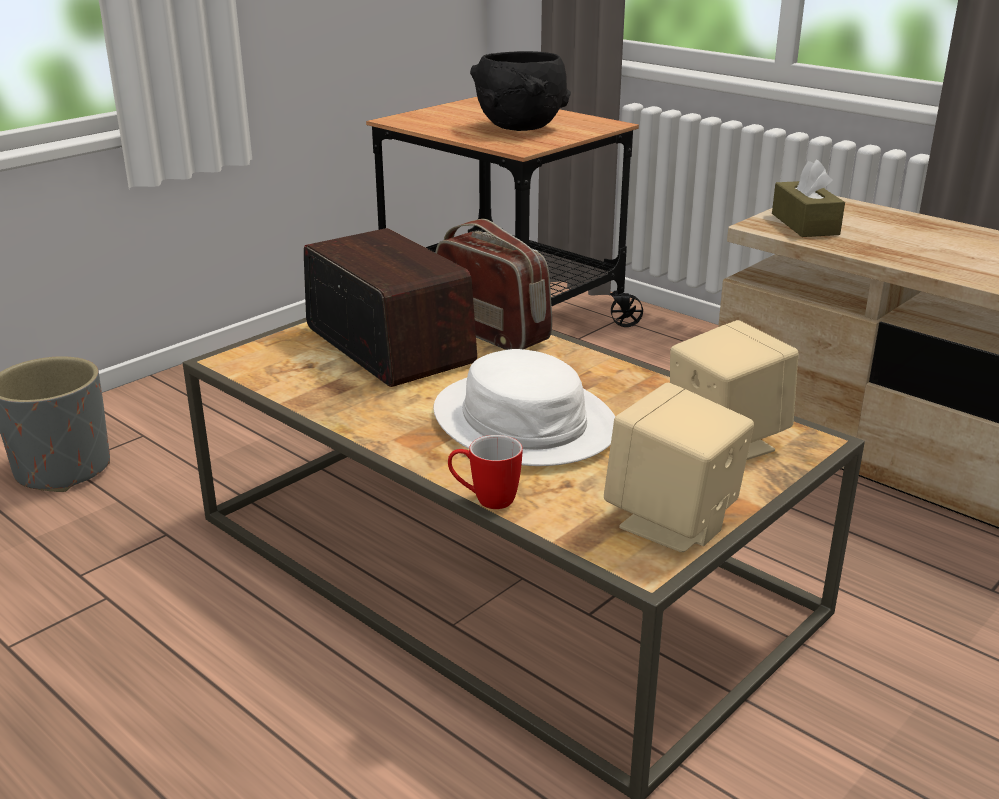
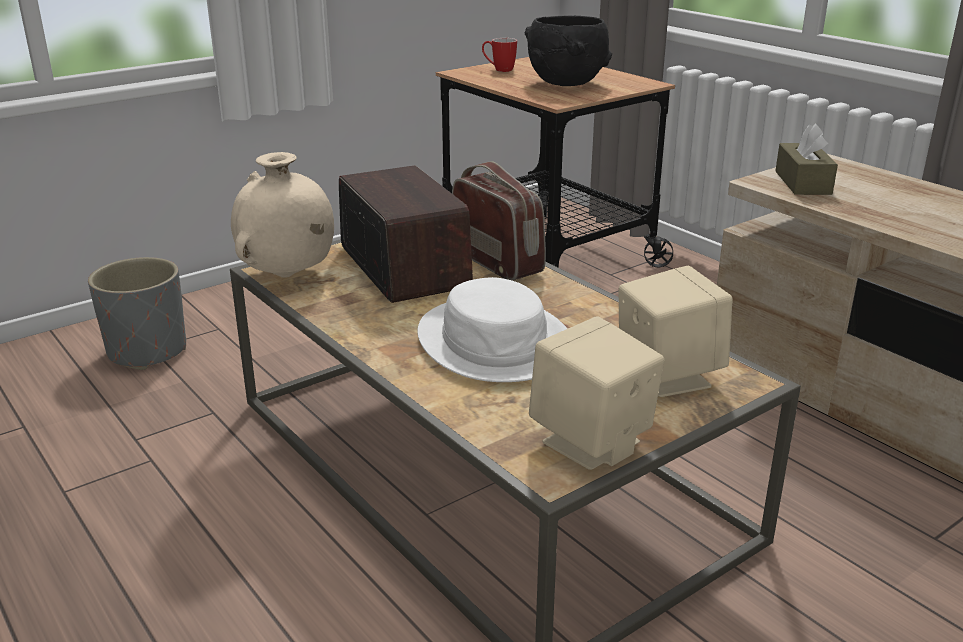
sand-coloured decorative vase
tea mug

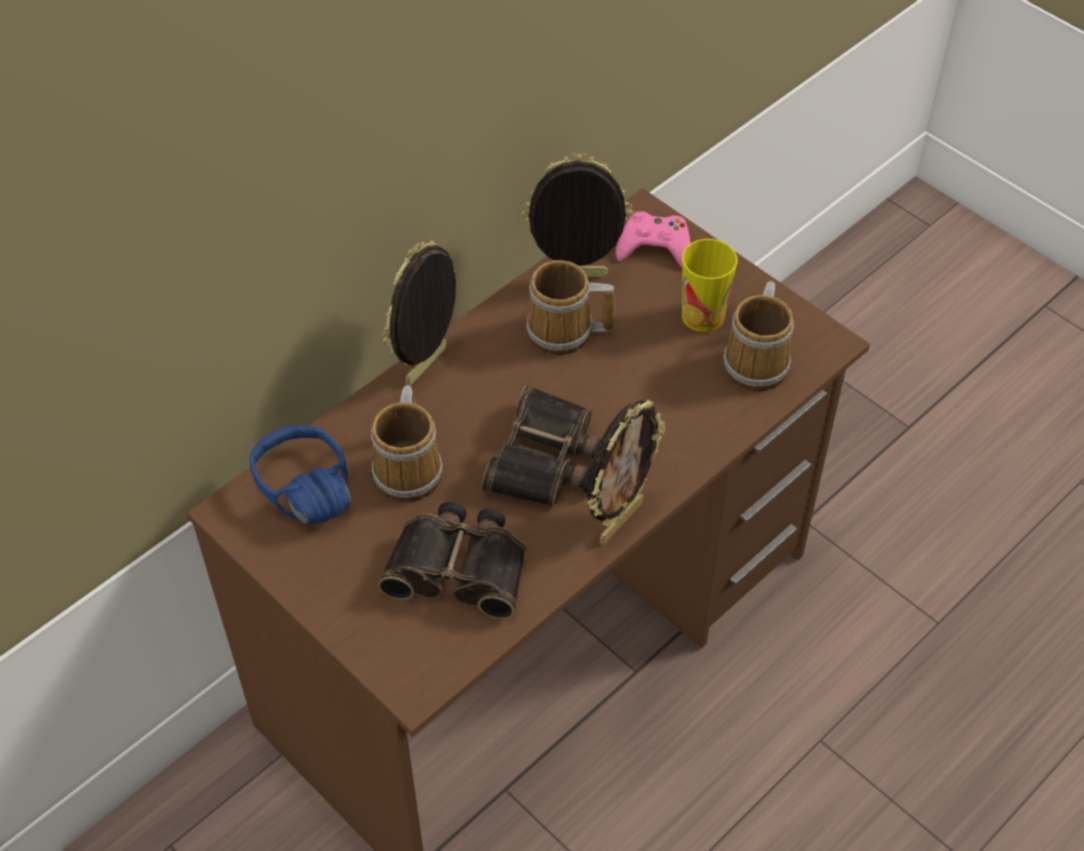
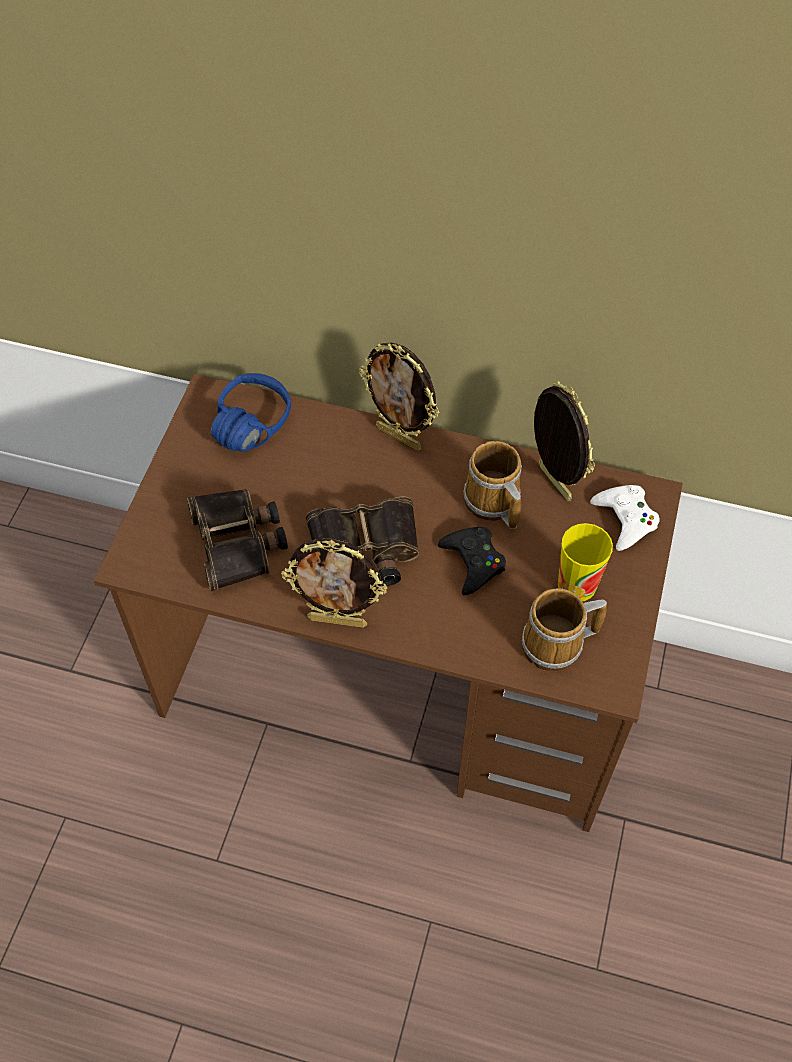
standing frame (2nd from left)
blackish joypad
whitish joypad
tea mug (1st from left in the first image)

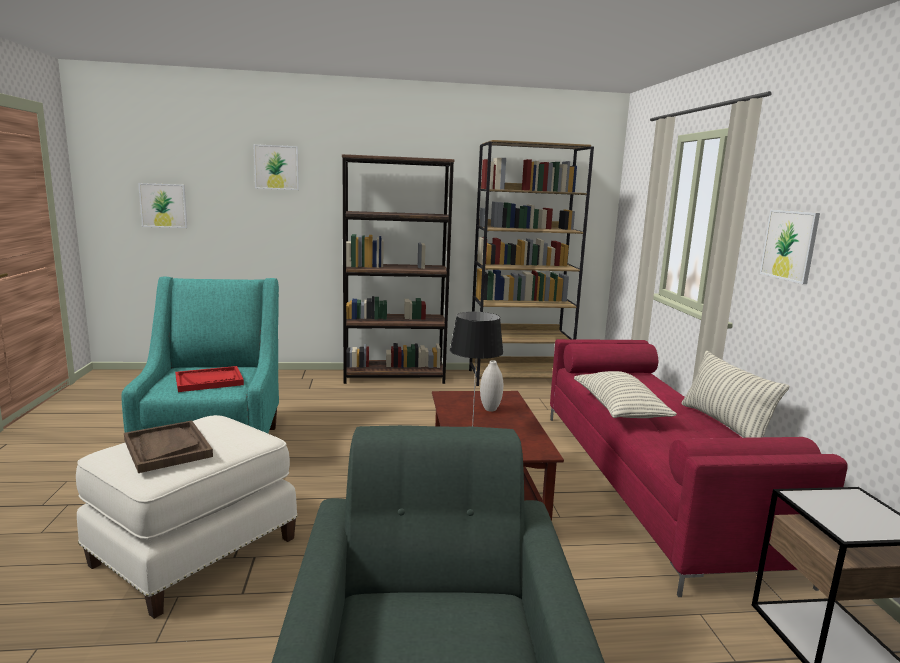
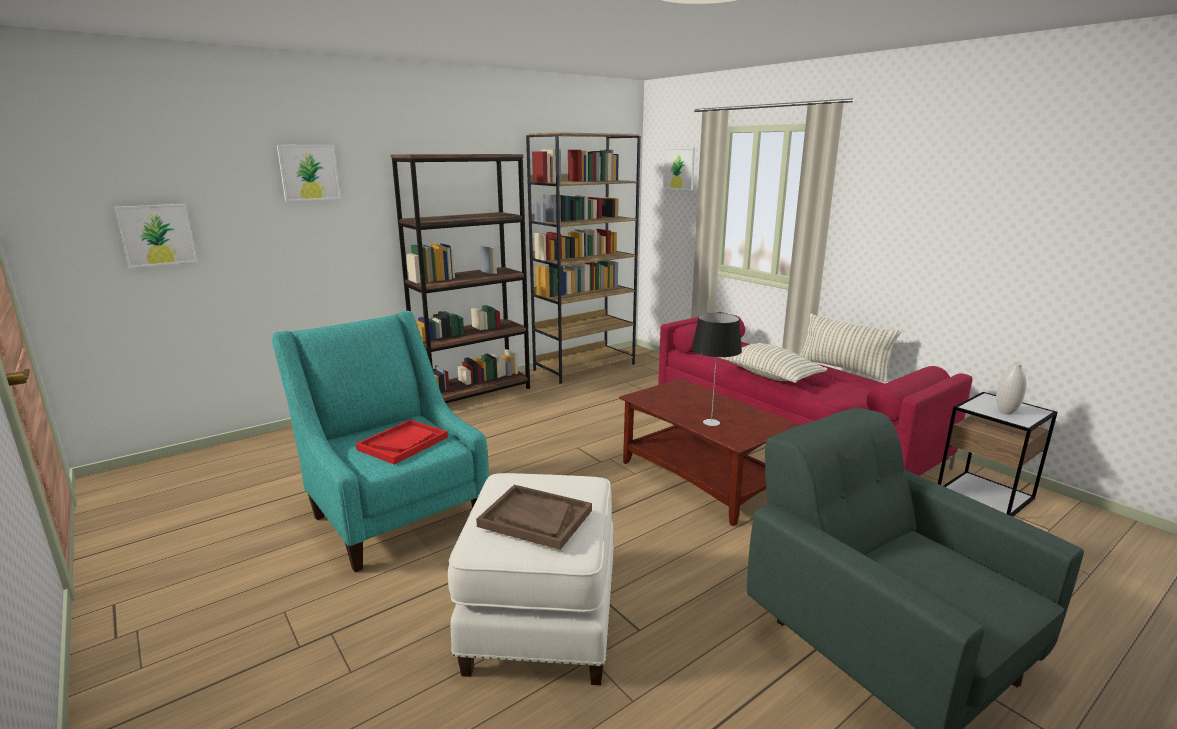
wall picture (3rd from left)
whitish decorative vase

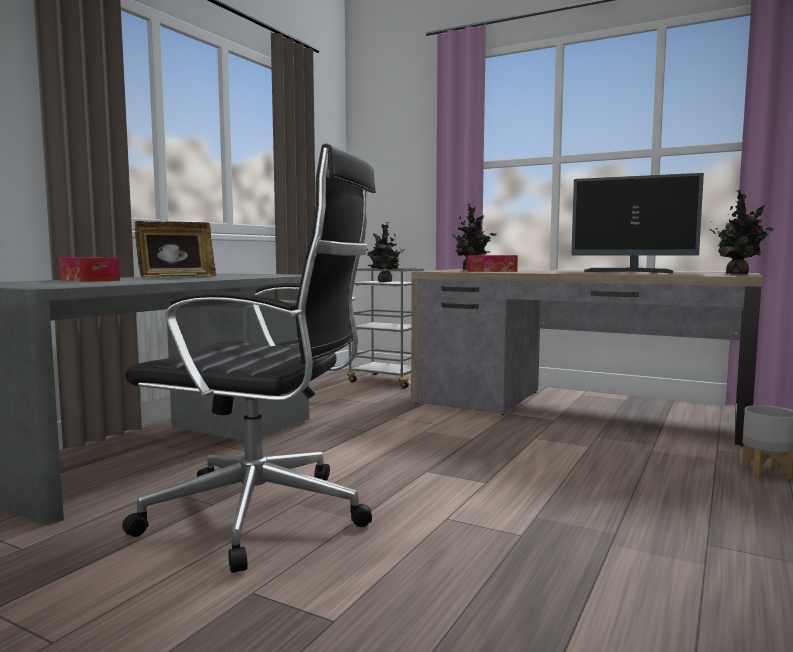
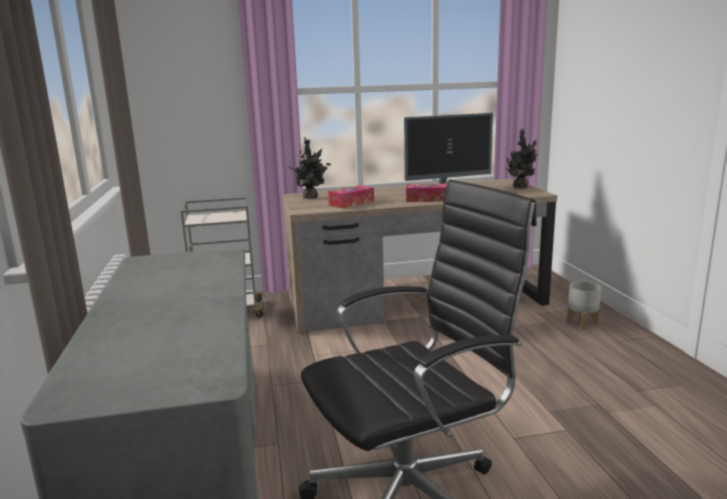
tissue holder (2nd from left)
standing frame
houseplant (1st from left in the first image)

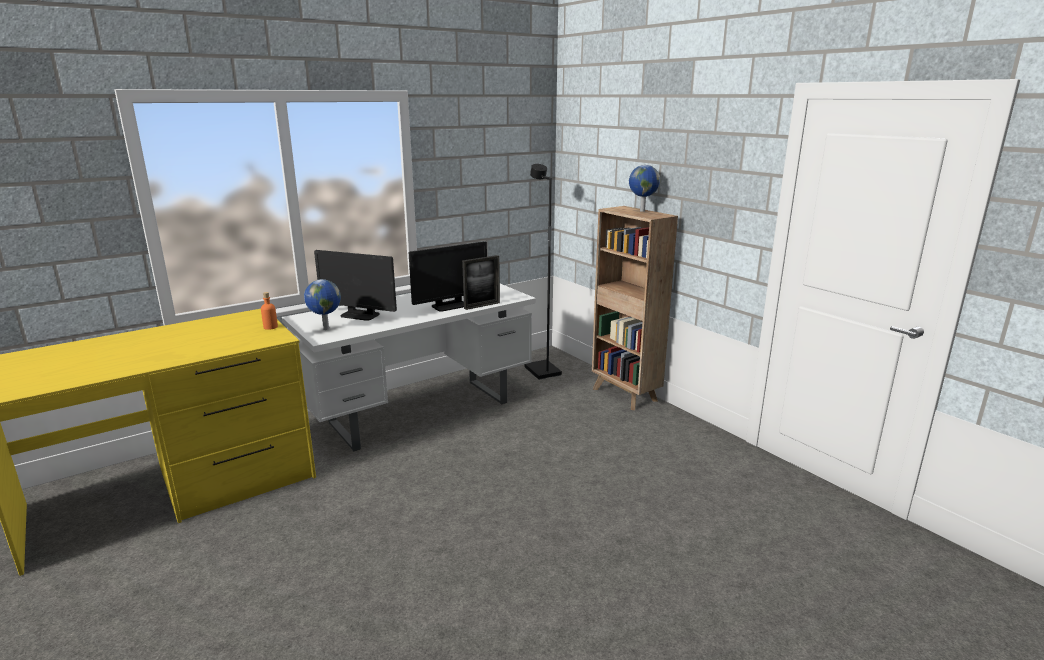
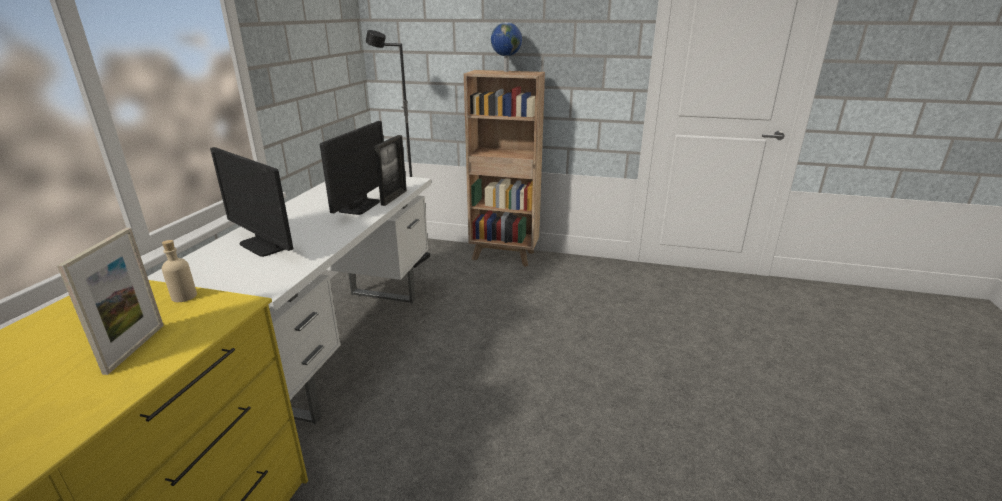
standing frame (1st from left)
sand-coloured bottle
computer screen (1st from left)
desk globe (1st from left in the first image)

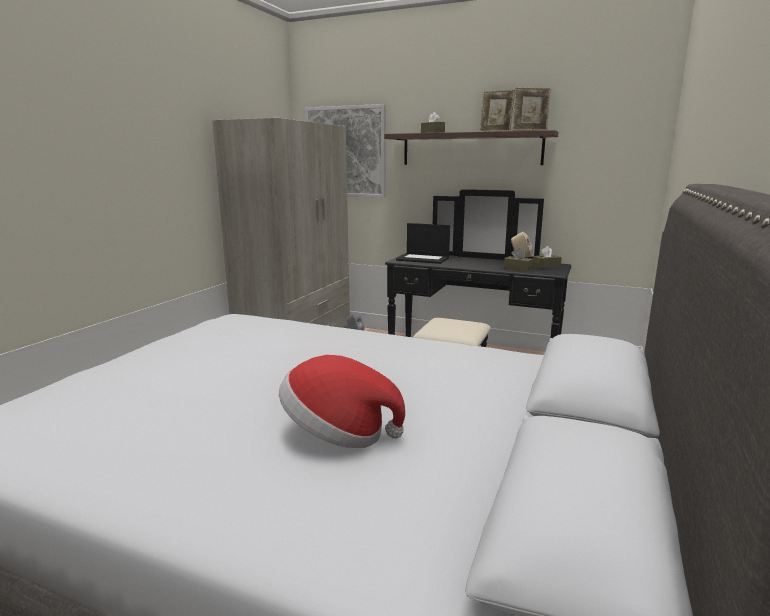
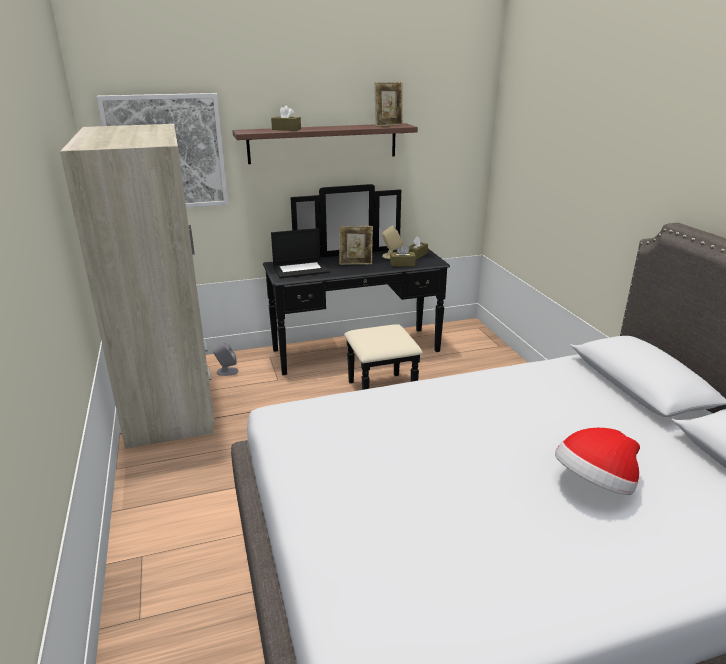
standing frame (1st from left)

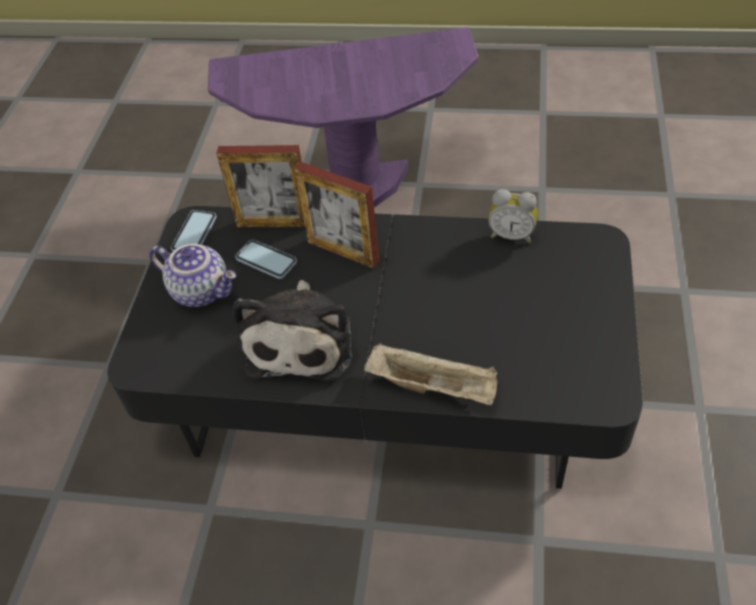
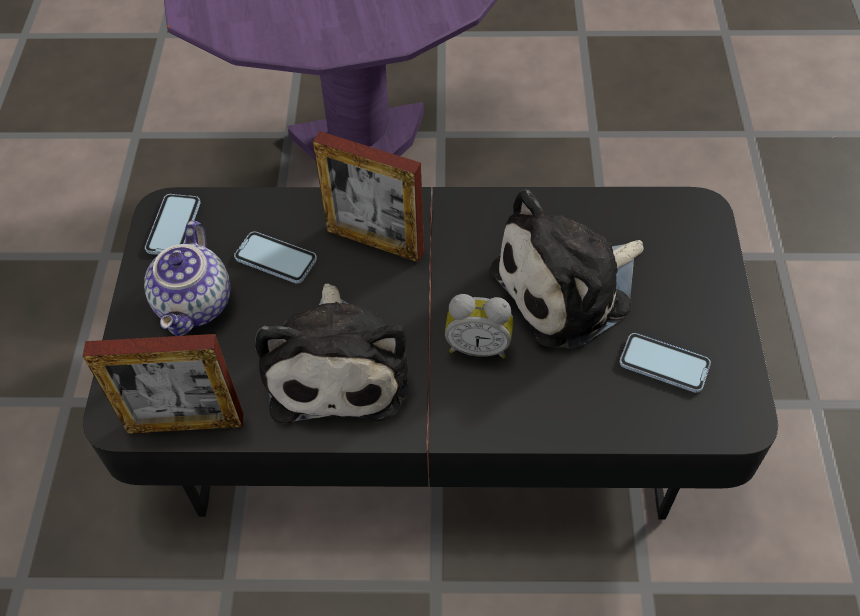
standing frame (1st from left)
tea pot
table clock
plush toy (2nd from left)
telephone (3rd from left)
sand-coloured carrying tray

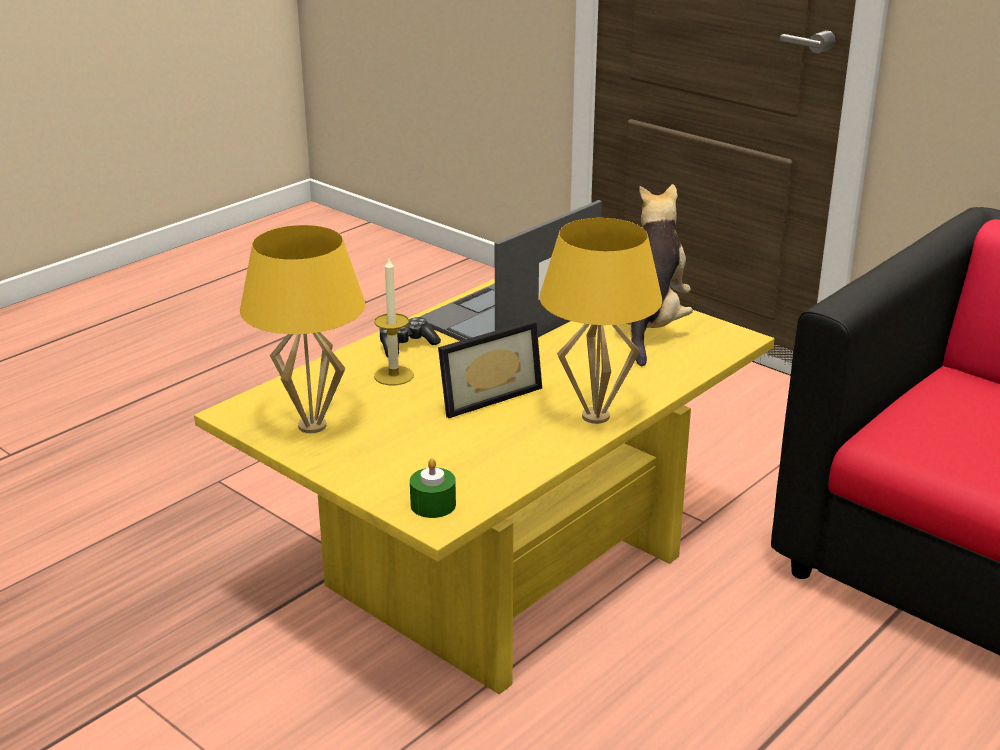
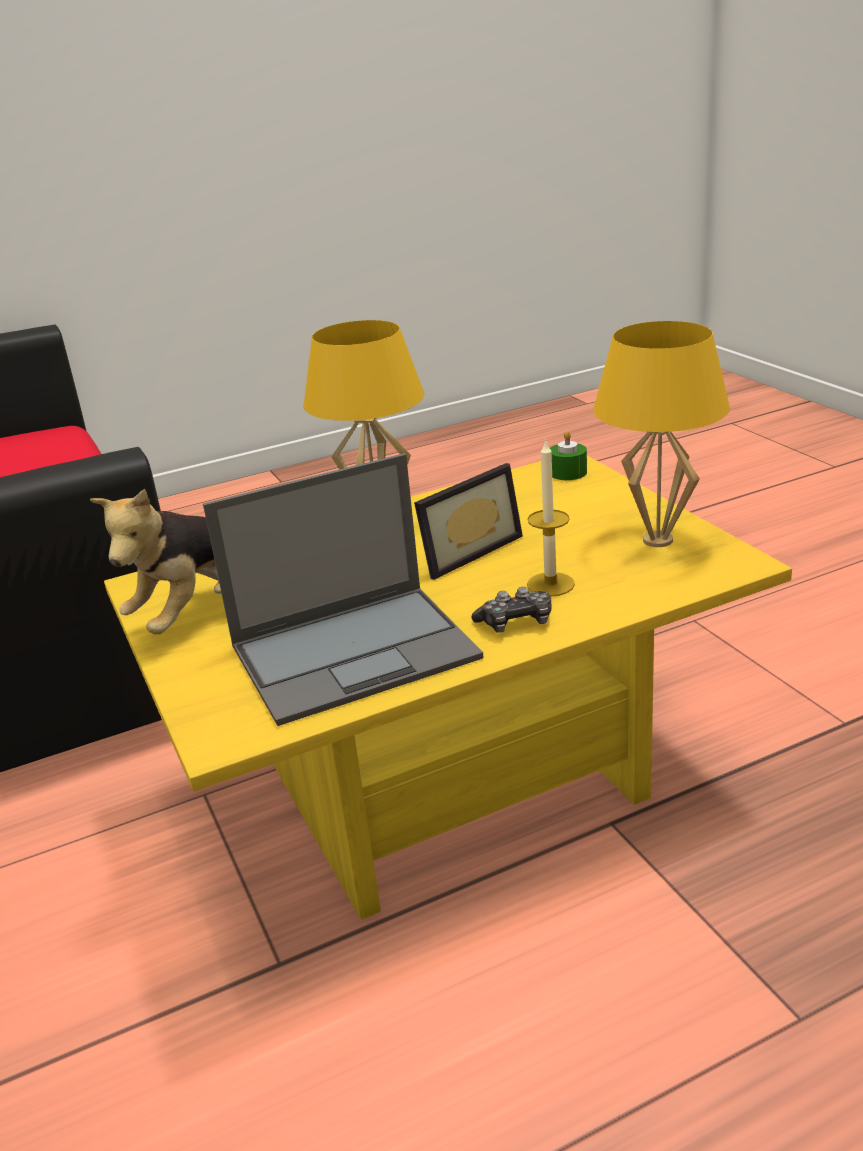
standing frame

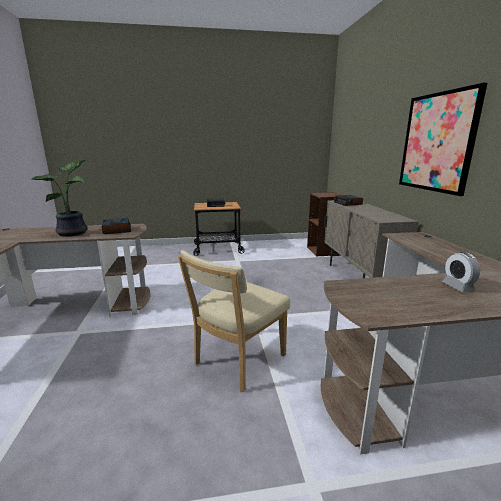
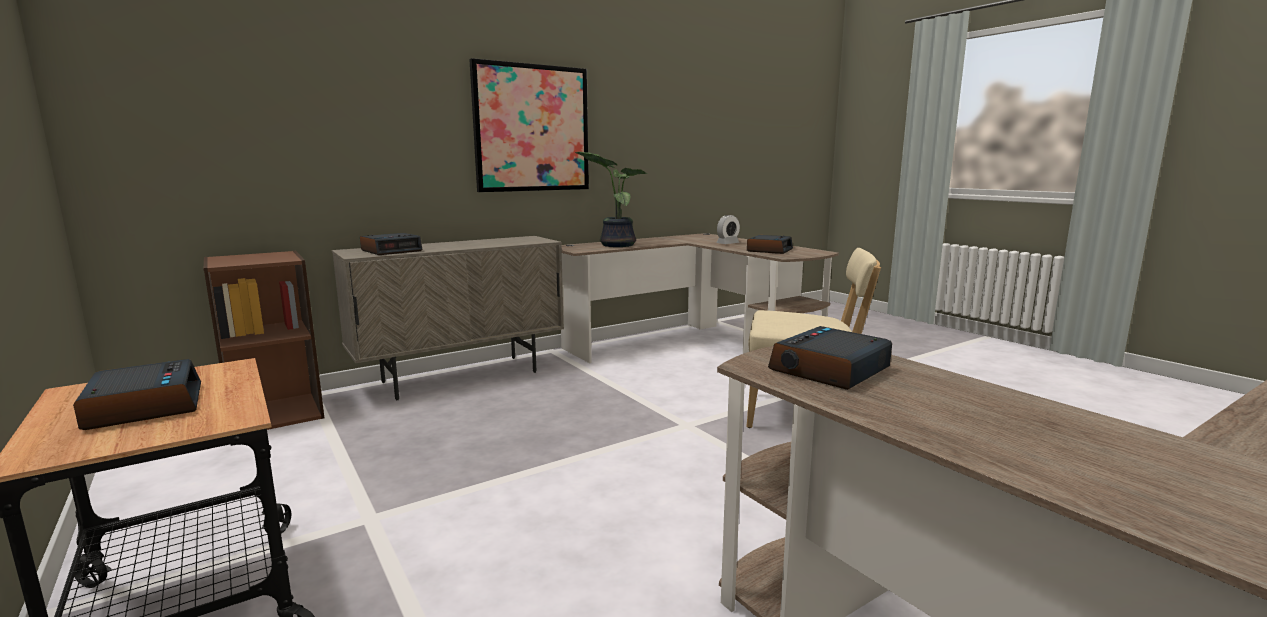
houseplant
table clock (4th from left)

